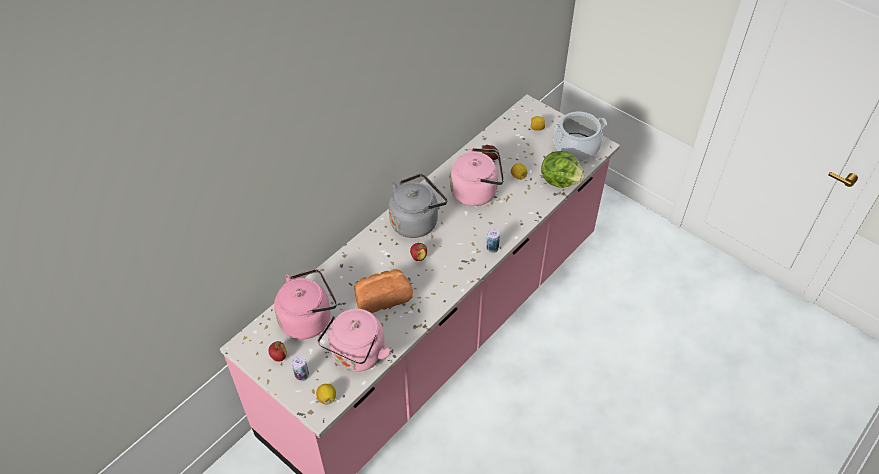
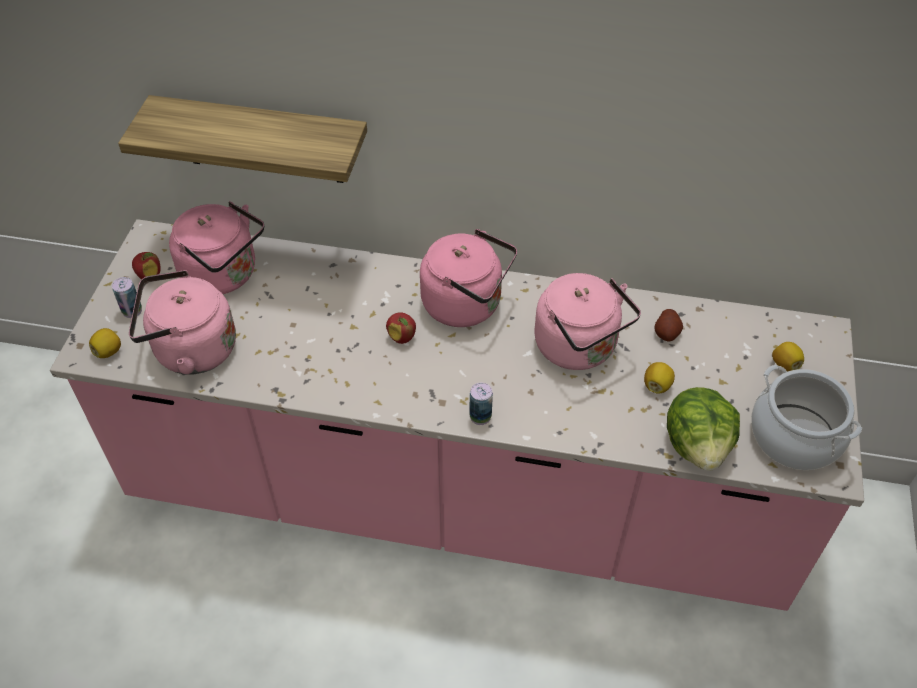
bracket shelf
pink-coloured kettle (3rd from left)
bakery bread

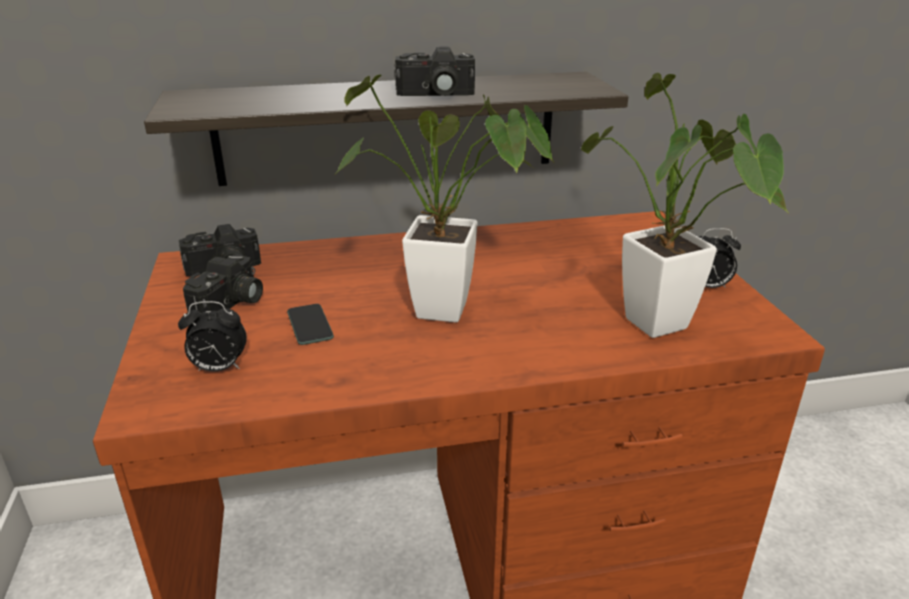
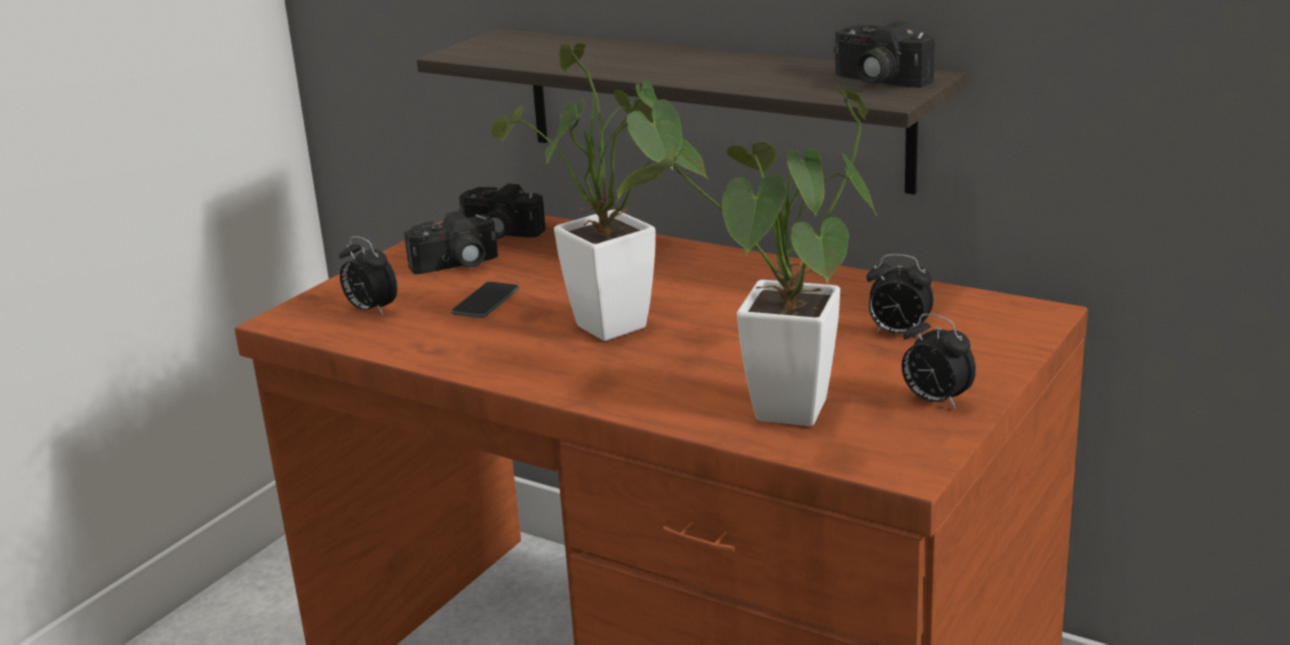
photo camera (3rd from left)
table clock (2nd from left)

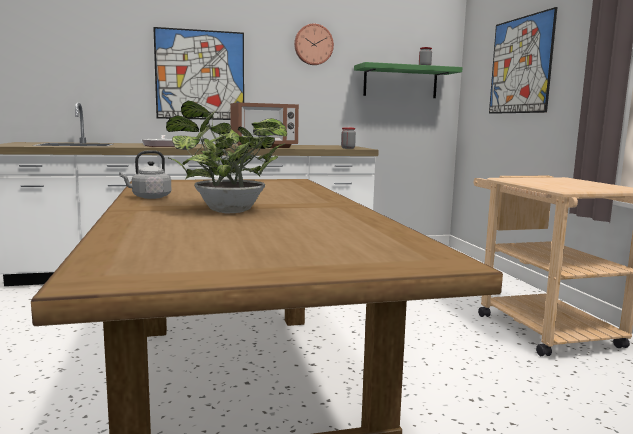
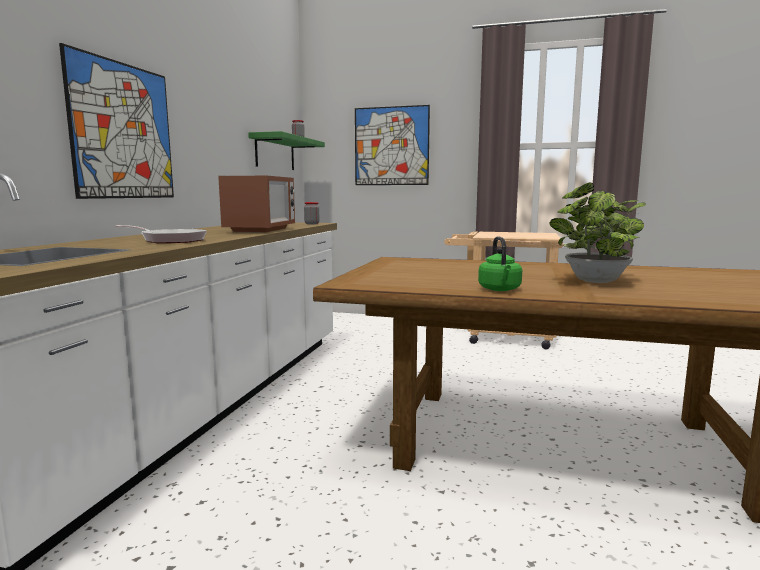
green kettle
clock on the wall

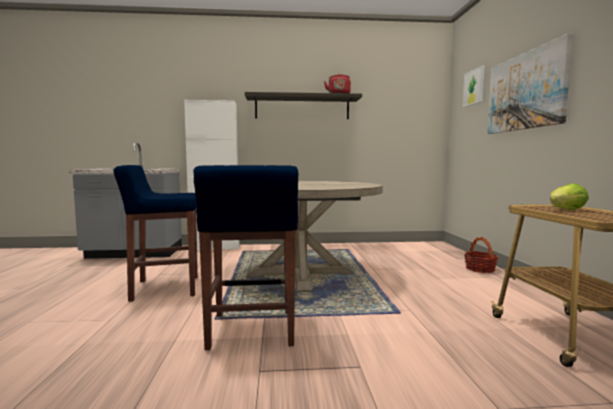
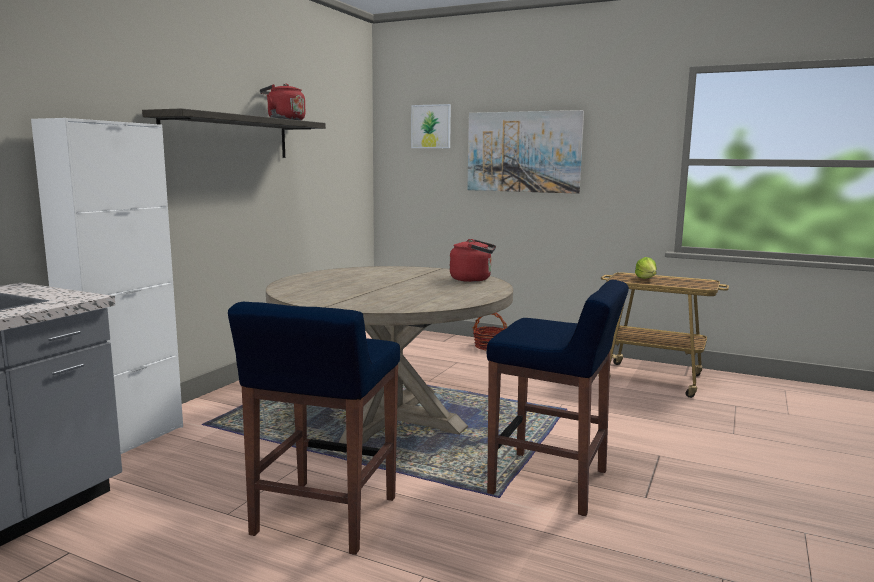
reddish kettle (2nd from left)

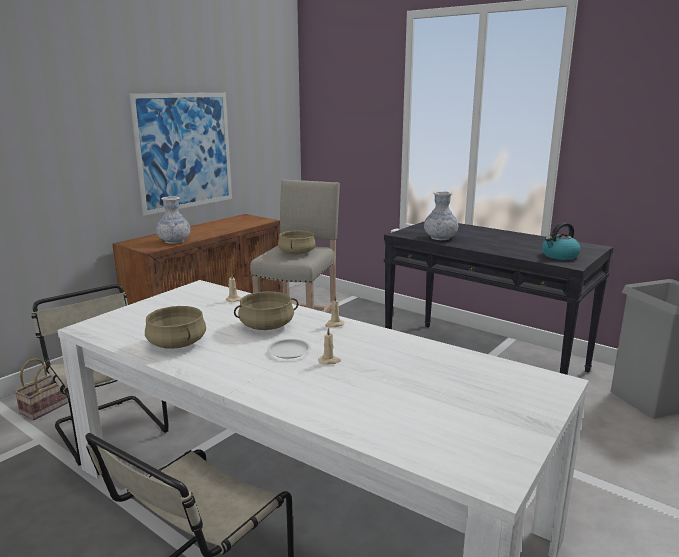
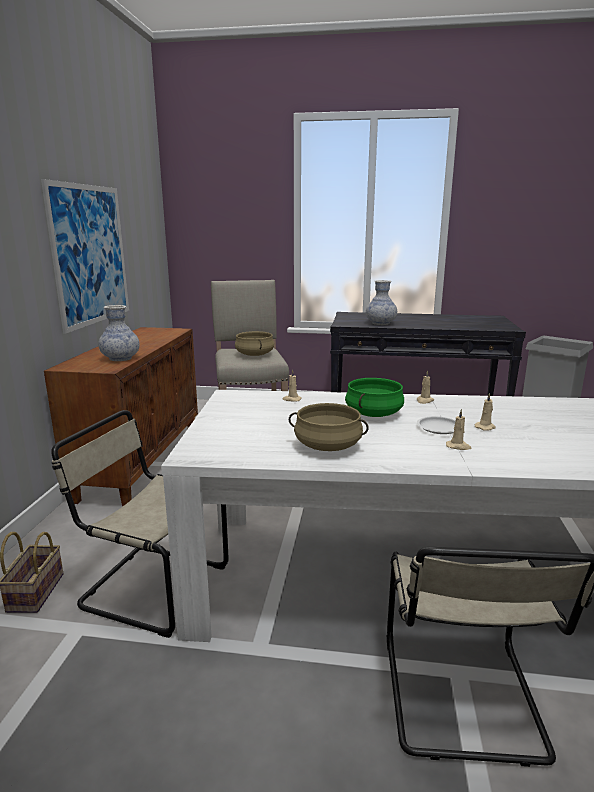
green cooking pot
sand-coloured wax light (3rd from left)
kettle

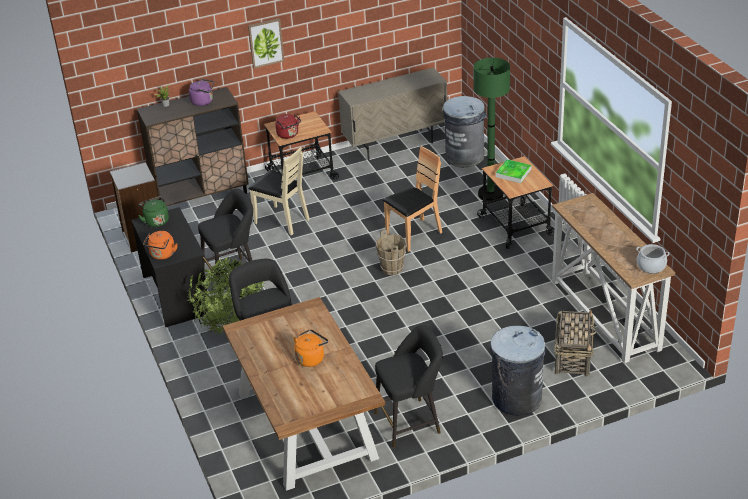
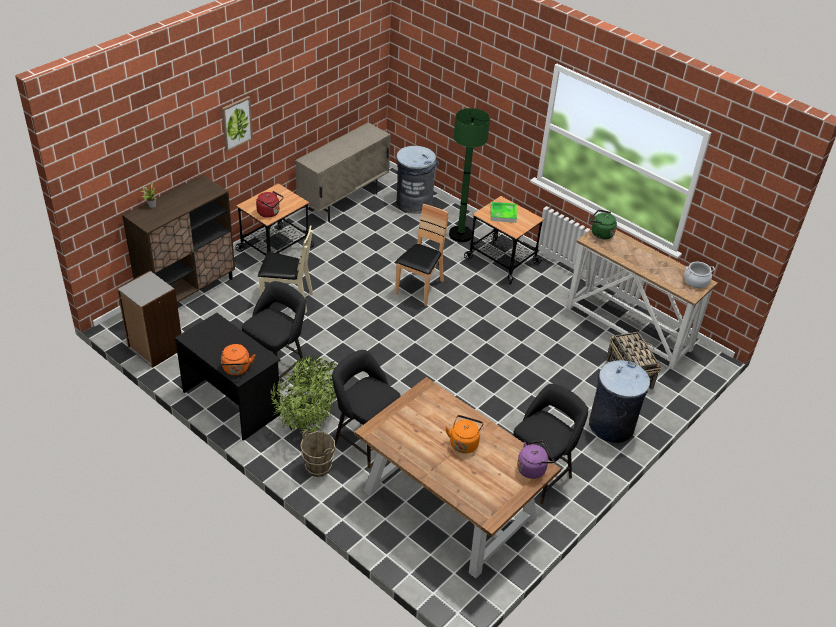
brownish water bucket
purple kettle
green kettle

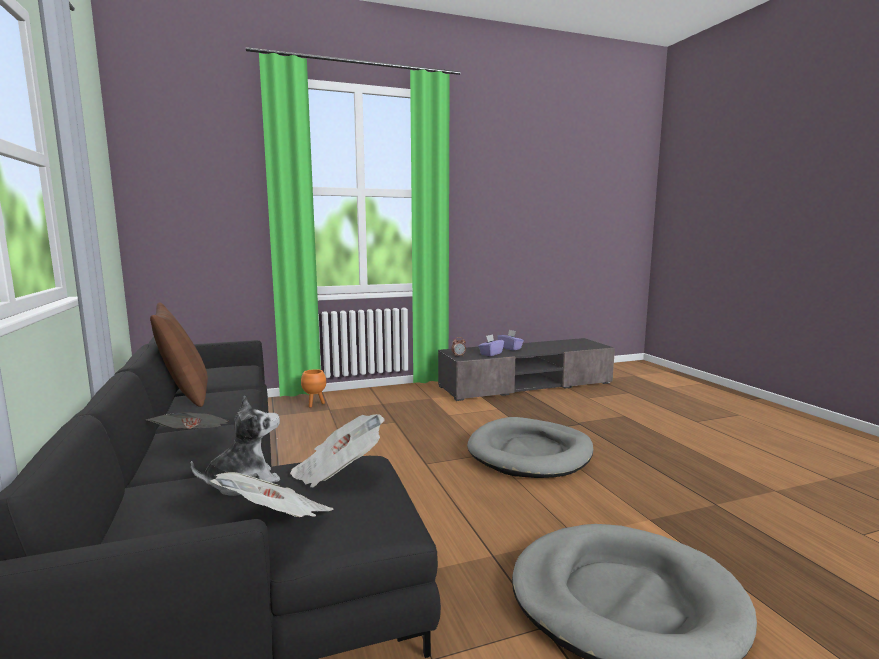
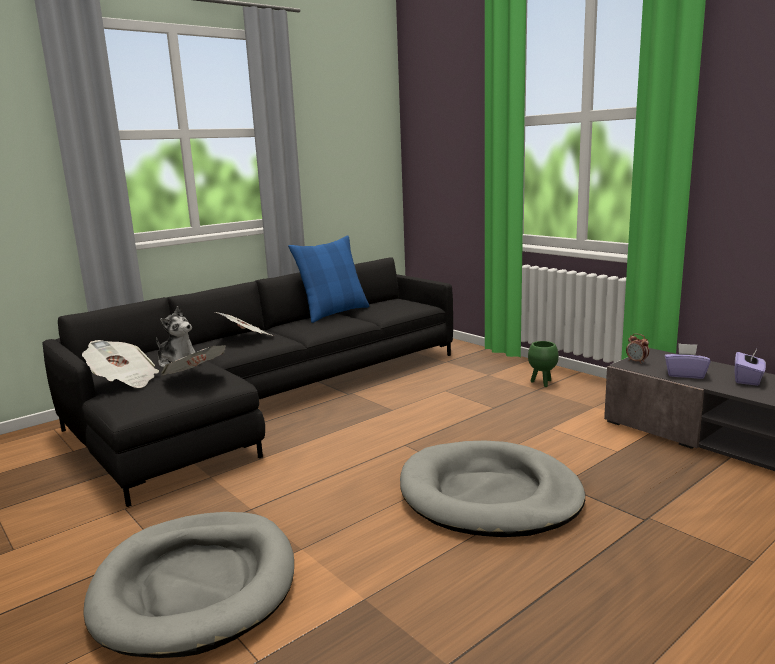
bluish pillow
green planter
orange-coloured planter

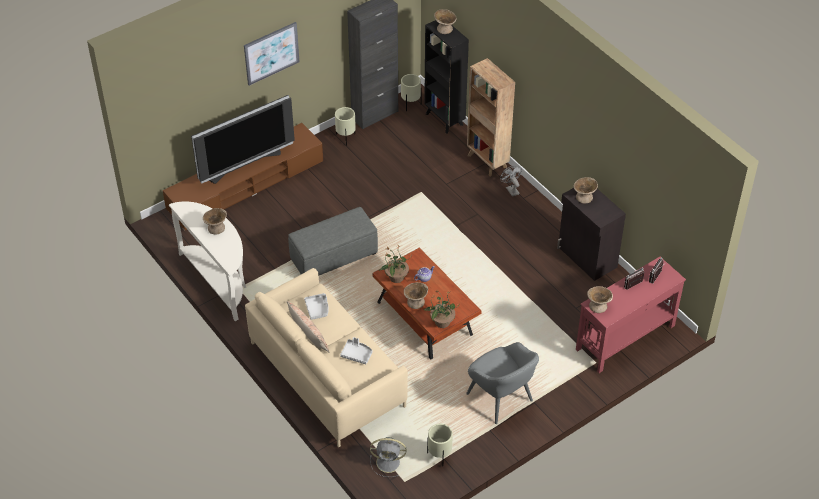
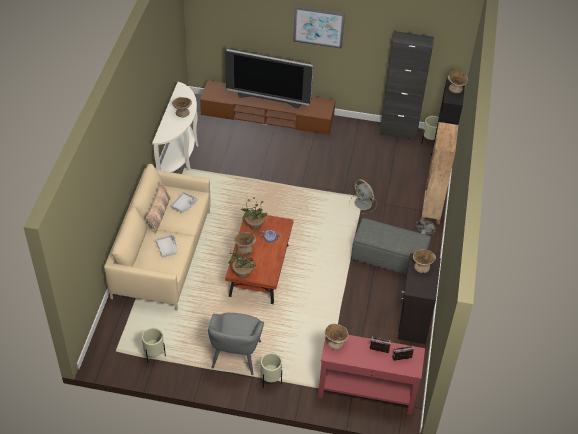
sand-coloured planter (2nd from left)
gray cooling fan (1st from left)
gray ottoman

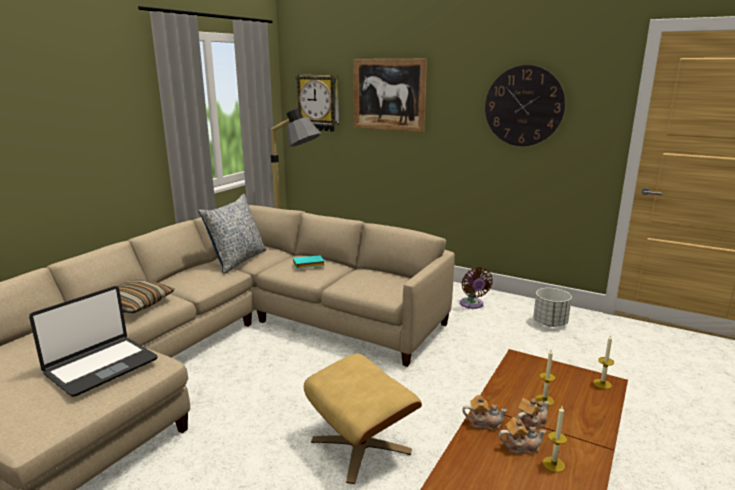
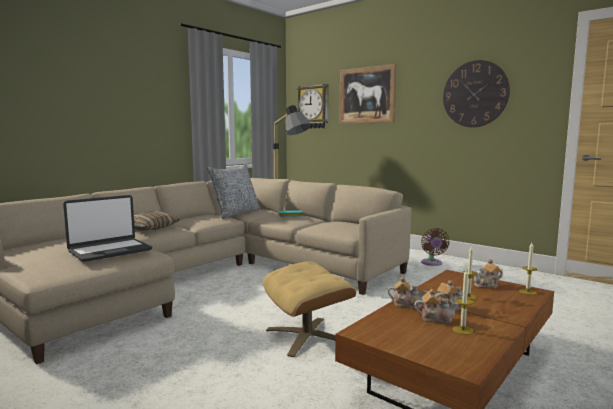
tea pot (4th from left)
whitish planter

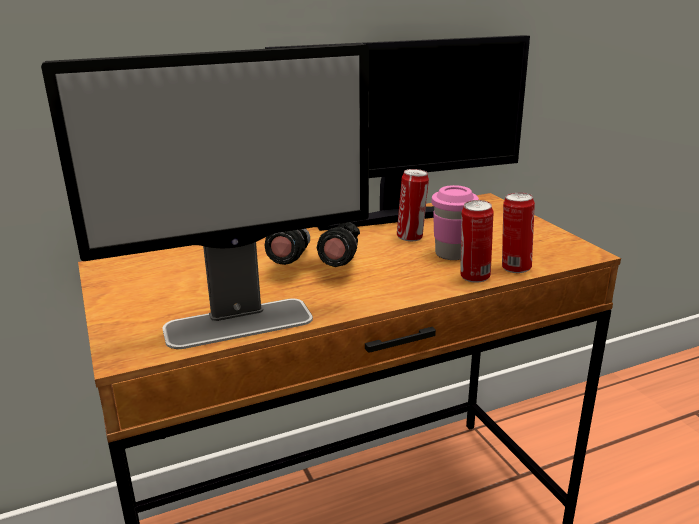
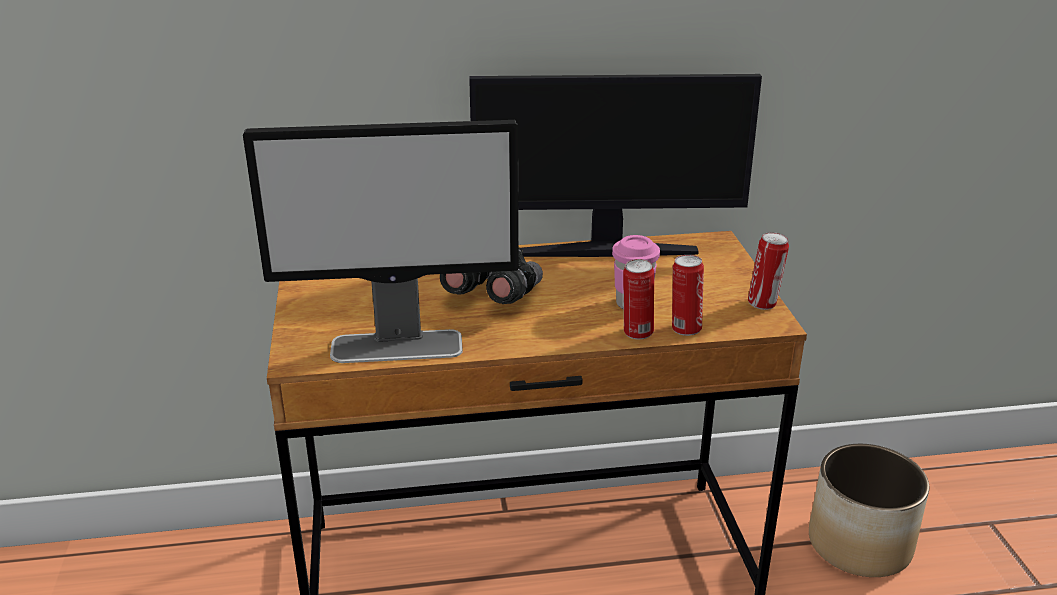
can (3rd from left)
planter

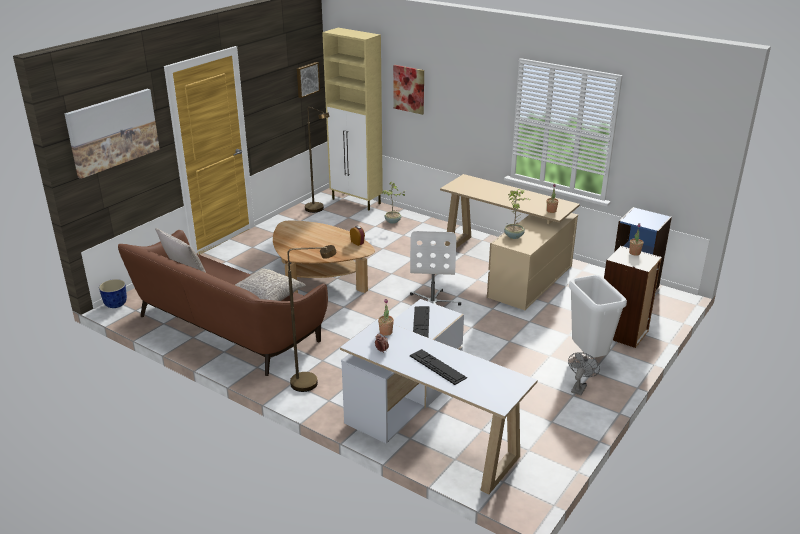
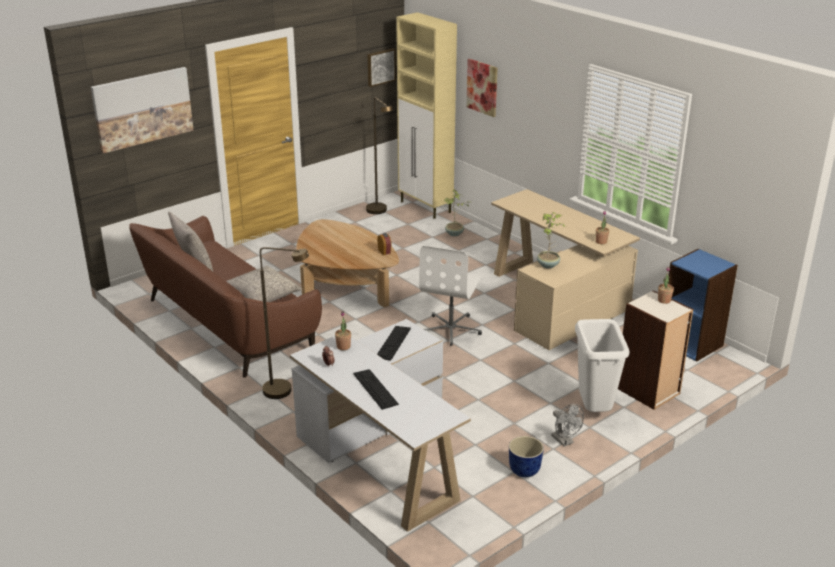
planter
gray cooling fan

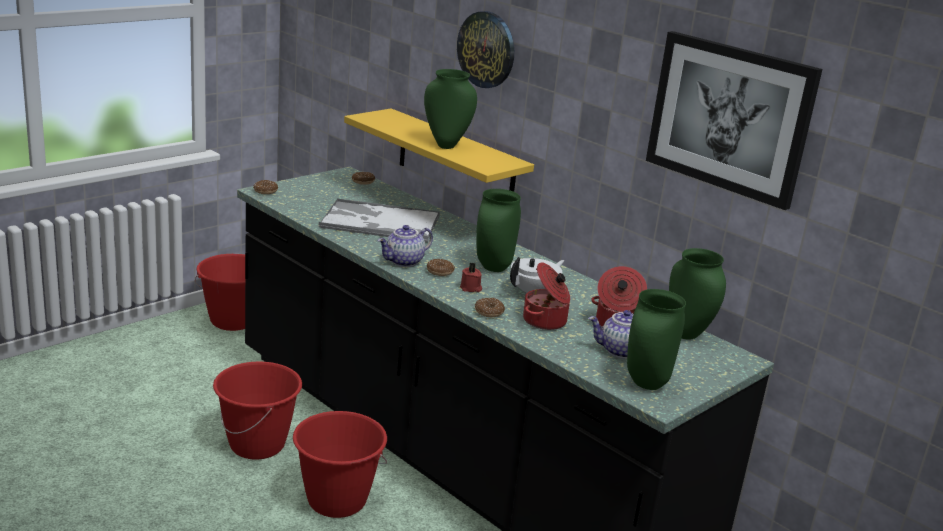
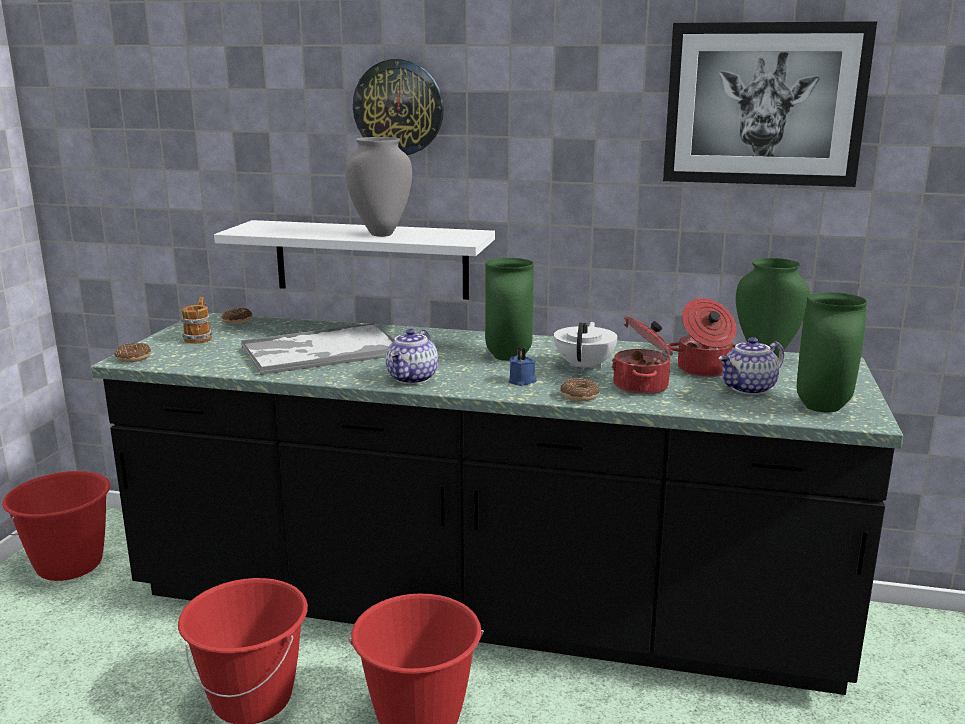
tea mug
whitish bracket shelf
gray decorative vase
bluish wax light
doughnut (3rd from left in the first image)

